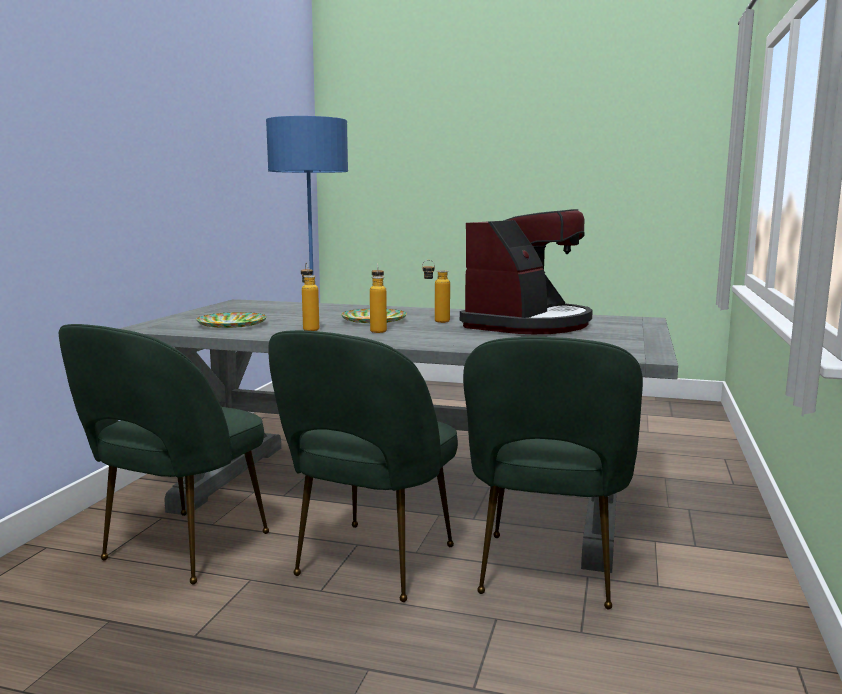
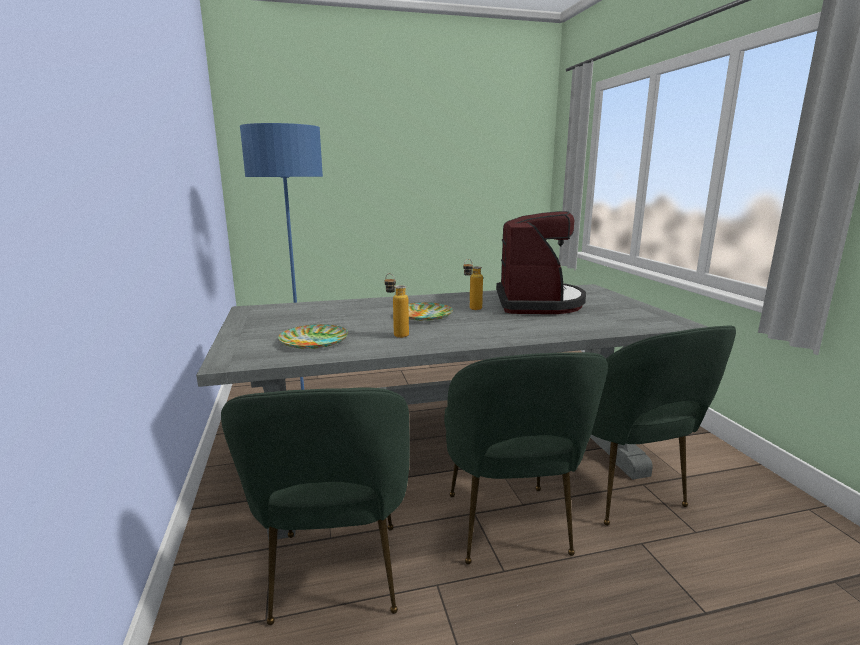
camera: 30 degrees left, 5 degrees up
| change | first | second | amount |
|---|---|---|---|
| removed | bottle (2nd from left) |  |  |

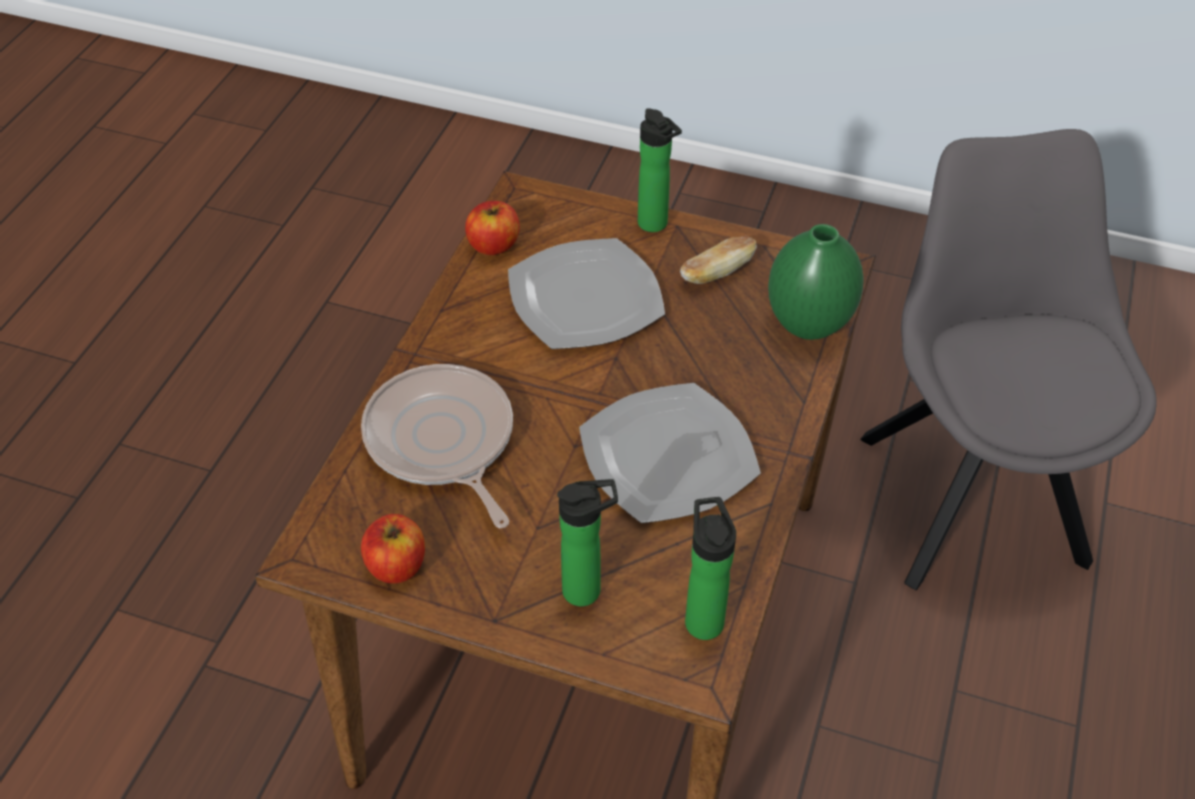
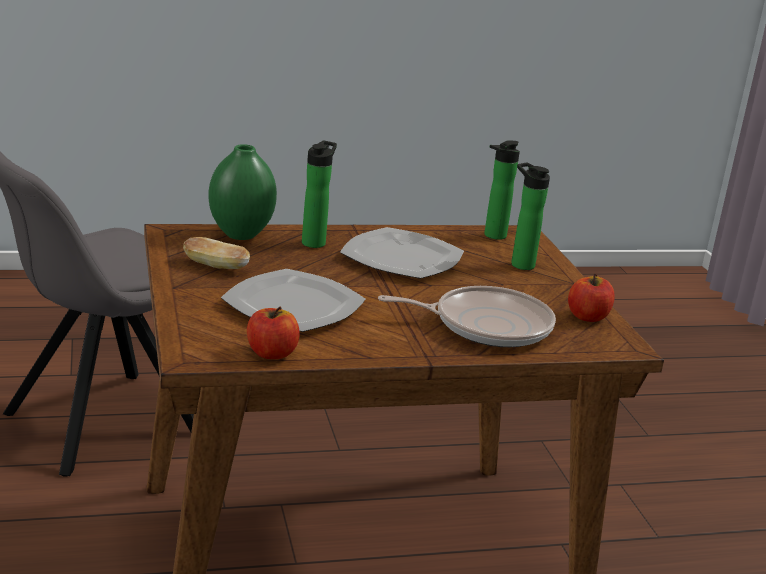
camera: 125 degrees left, 25 degrees down
| change | first | second | amount |
|---|---|---|---|
| moved | bottle (2nd from left in the first image) | bottle (1st from left) |  |
| turned | frying_pan |  | 120 degrees counterclockwise |

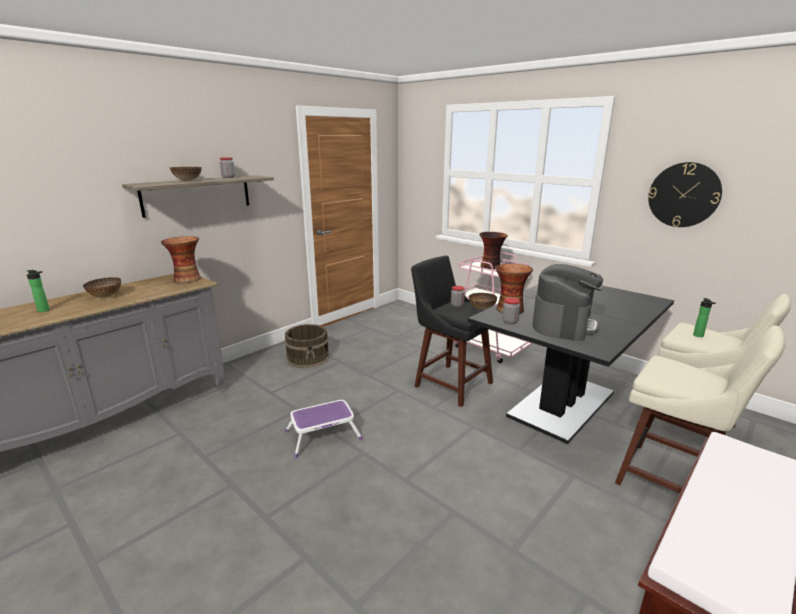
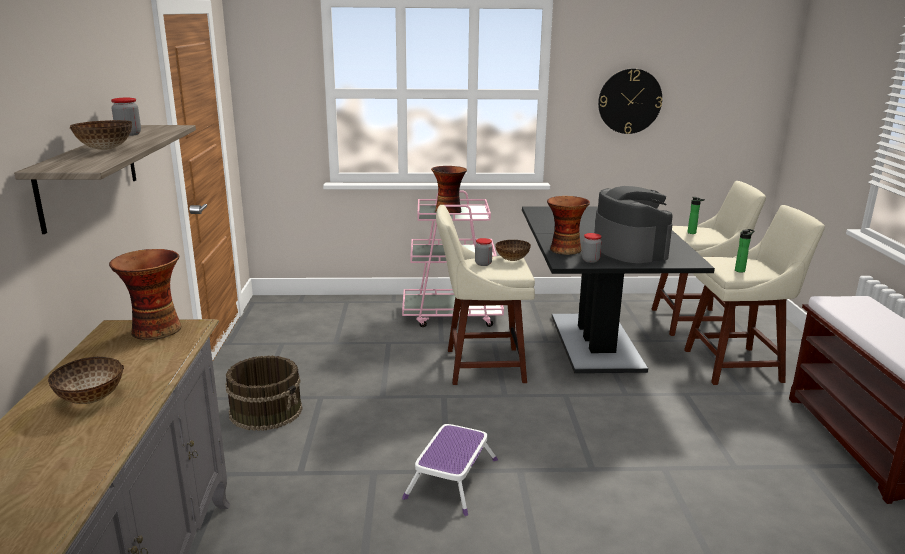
camera: 45 degrees left, 0 degrees up
| change | first | second | amount |
|---|---|---|---|
| moved | bottle (1st from left in the first image) | bottle (2nd from left) |  |
| recoloured | black_stool | beige_stool (1st from left) |  |

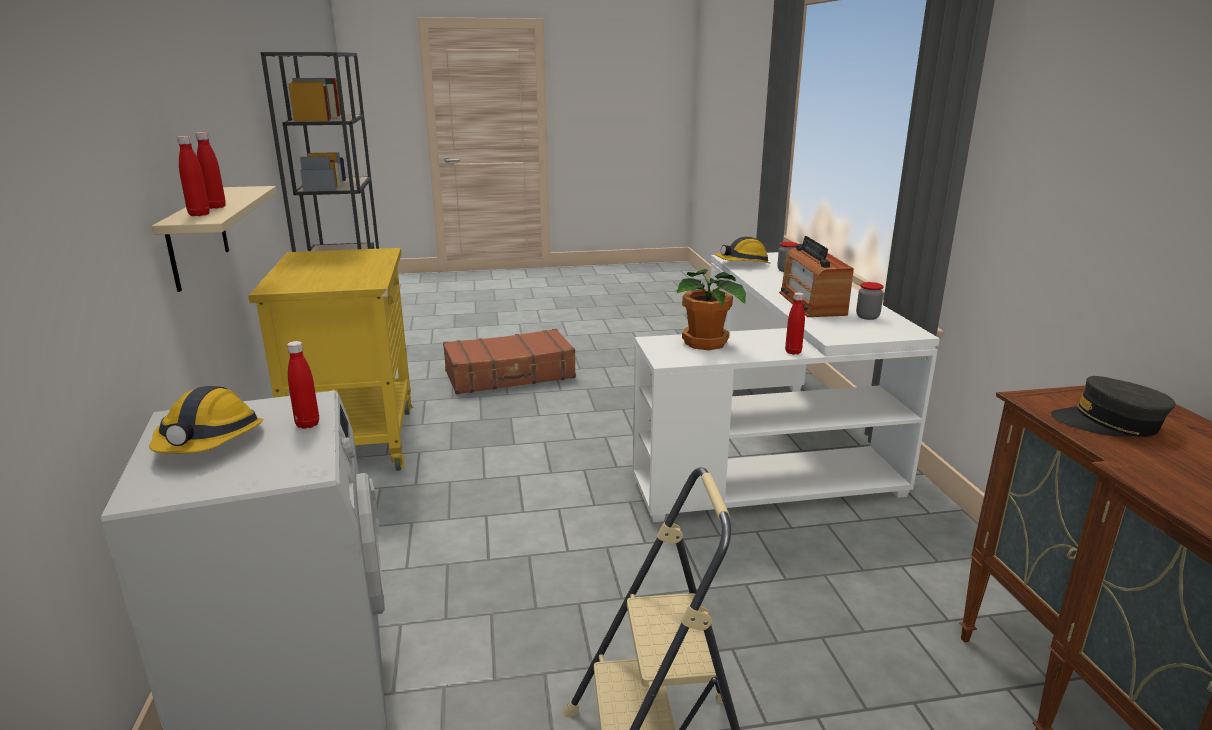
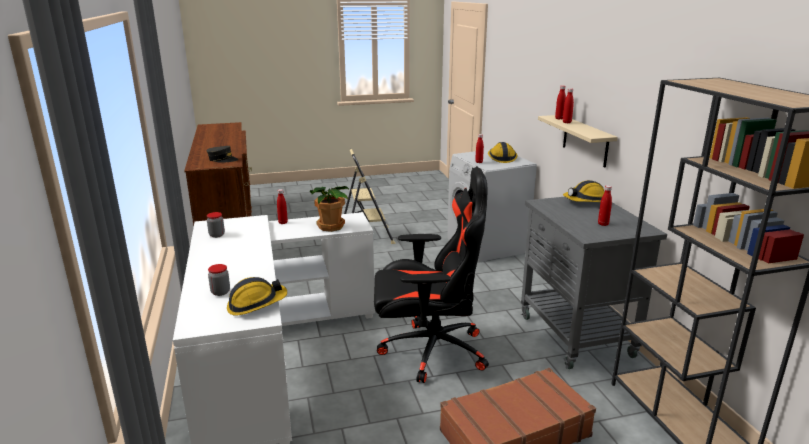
camera: 175 degrees right, 0 degrees up
| change | first | second | amount |
|---|---|---|---|
| removed | radio |  |  |
| added |  | black_office_chair |  |
| added |  | hard_hat (3rd from left) |  |
| added |  | red_bottle (5th from left) |  |
| recoloured | yellow_cart | grey_cart |  |

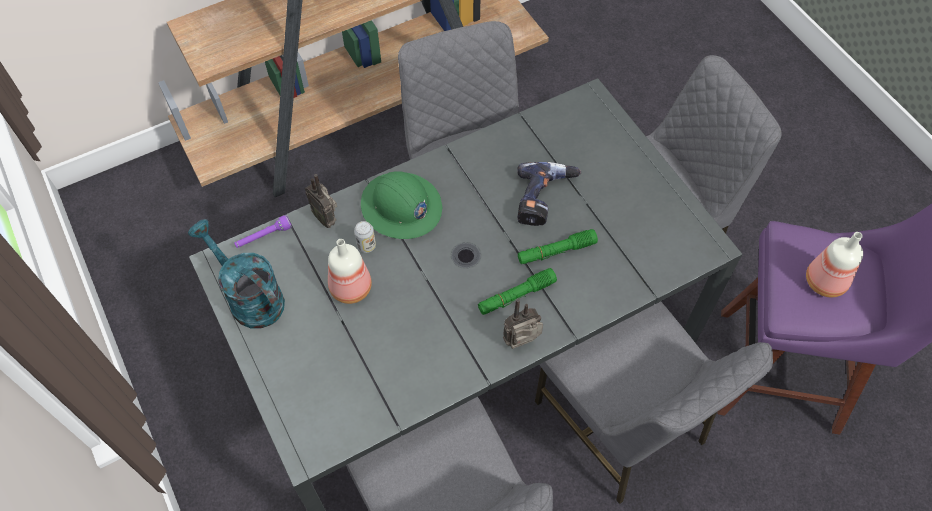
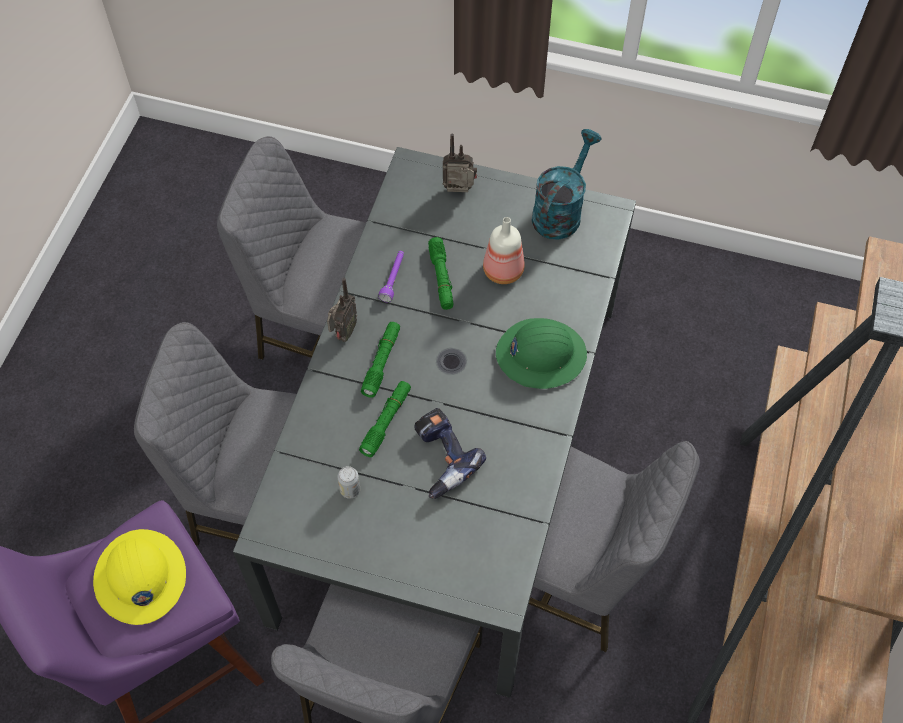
camera: 135 degrees right, 0 degrees up
| change | first | second | amount |
|---|---|---|---|
| added |  | green_flashlight (3rd from left) |  |
| moved | purple_flashlight |  |  |
| moved | radio (1st from left in the first image) | radio (2nd from left) |  |
| moved | can |  |  |
| replaced | bottle (2nd from left) | yellow_hard_hat |  |
| turned | turquoise_watering_can |  | 60 degrees counterclockwise |

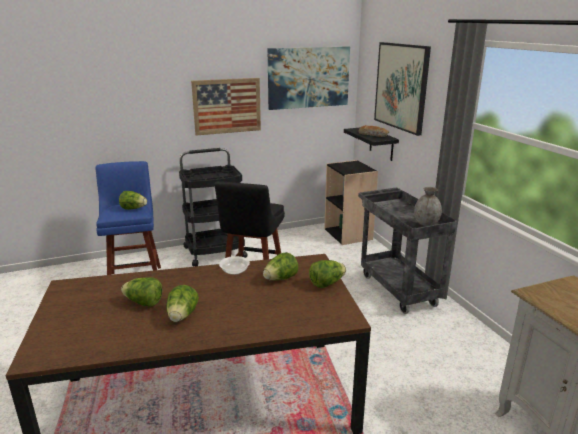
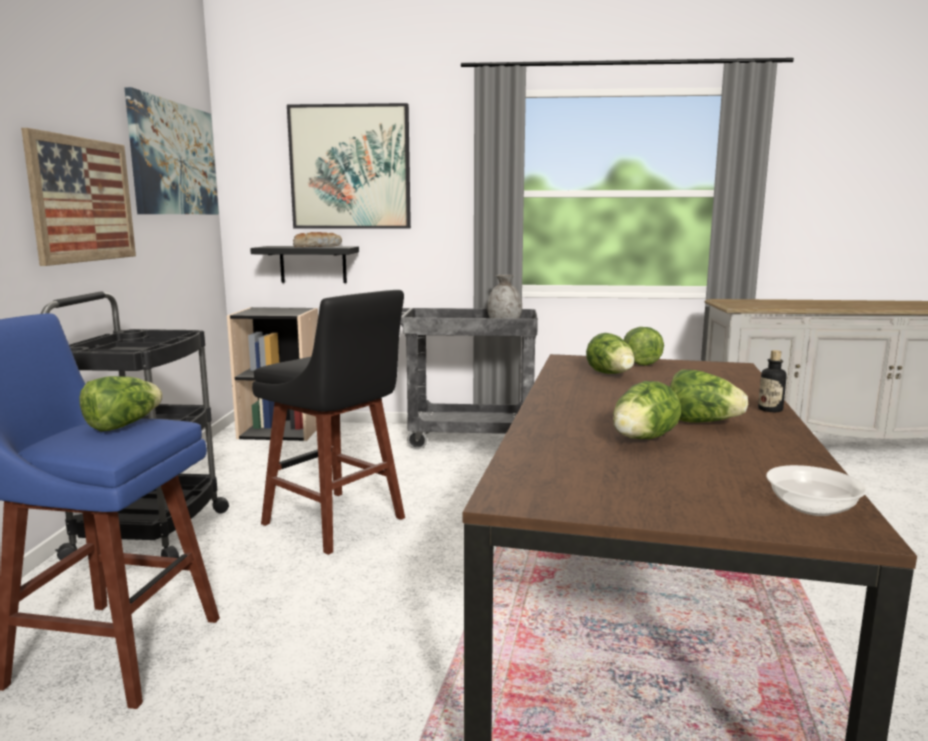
camera: 65 degrees left, 10 degrees down
| change | first | second | amount |
|---|---|---|---|
| added |  | bottle |  |
| moved | bowl |  |  |

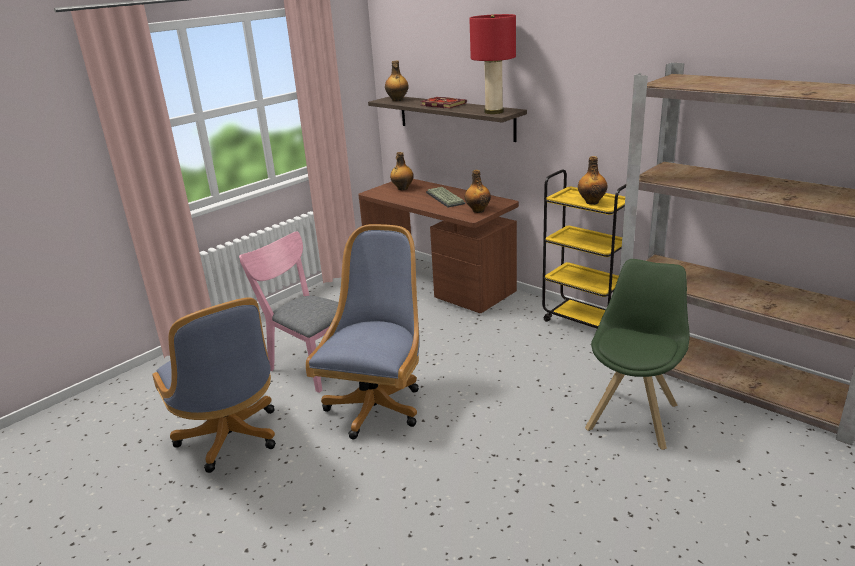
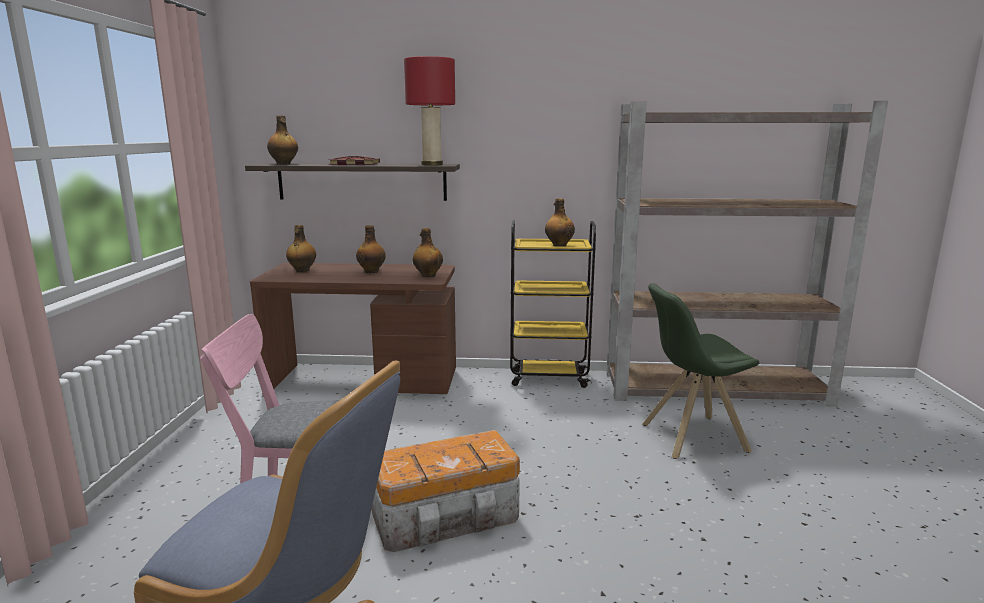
camera: 40 degrees left, 10 degrees down
| change | first | second | amount |
|---|---|---|---|
| replaced | blue_office_chair (2nd from left) | storage_box |  |
| replaced | keyboard | bottle (3rd from left) |  |
| turned | green_chair |  | 90 degrees counterclockwise |

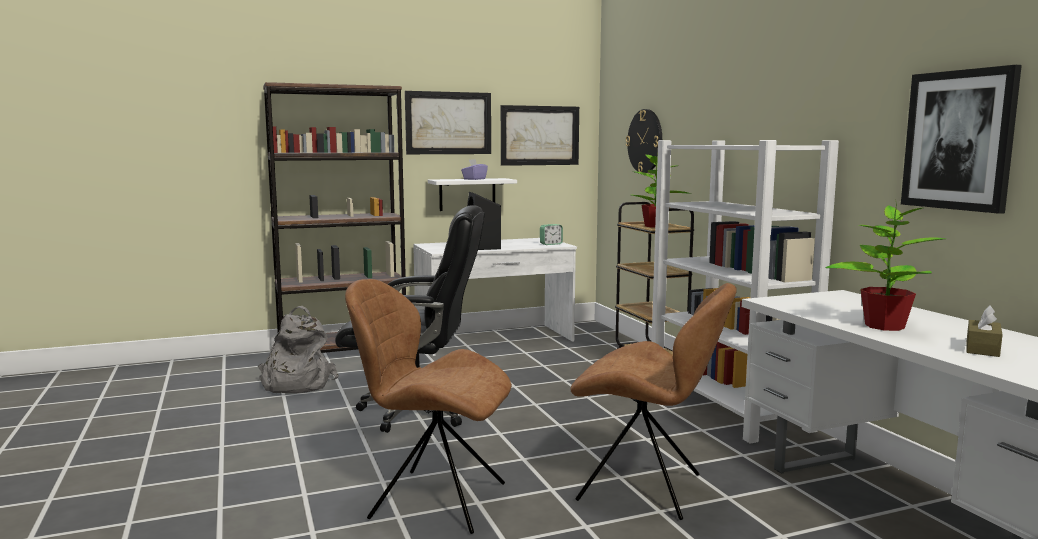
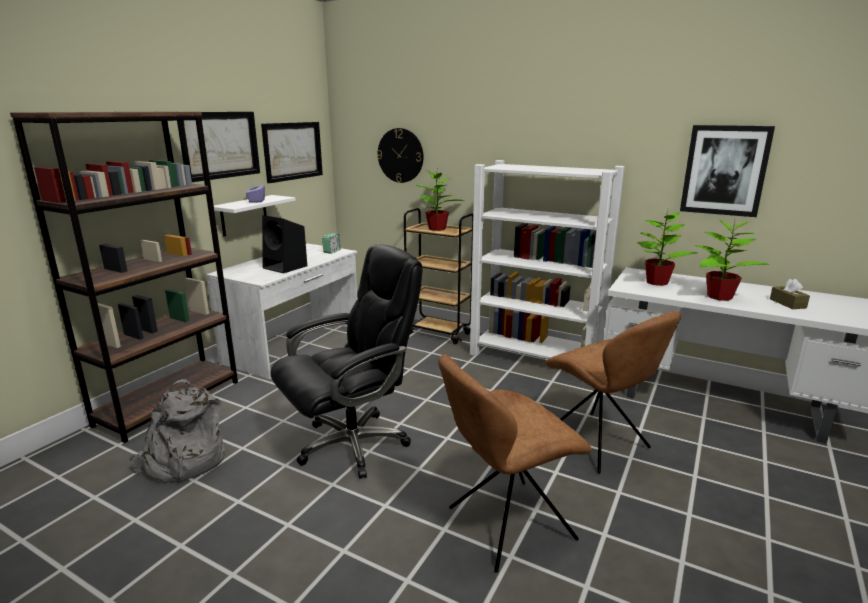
camera: 40 degrees left, 10 degrees up
| change | first | second | amount |
|---|---|---|---|
| added |  | potted_plant (2nd from left) |  |
| turned | brown_chair (2nd from left) |  | 75 degrees clockwise |

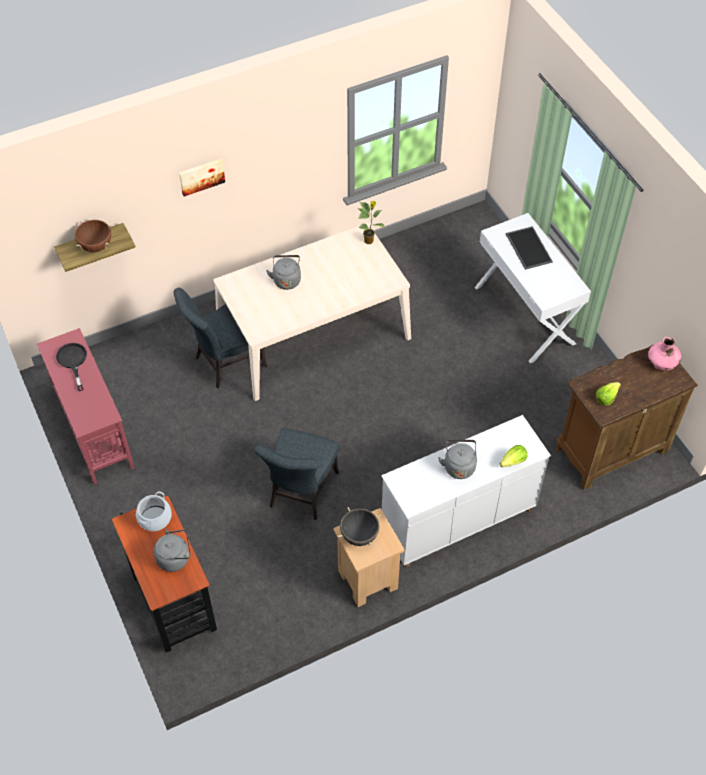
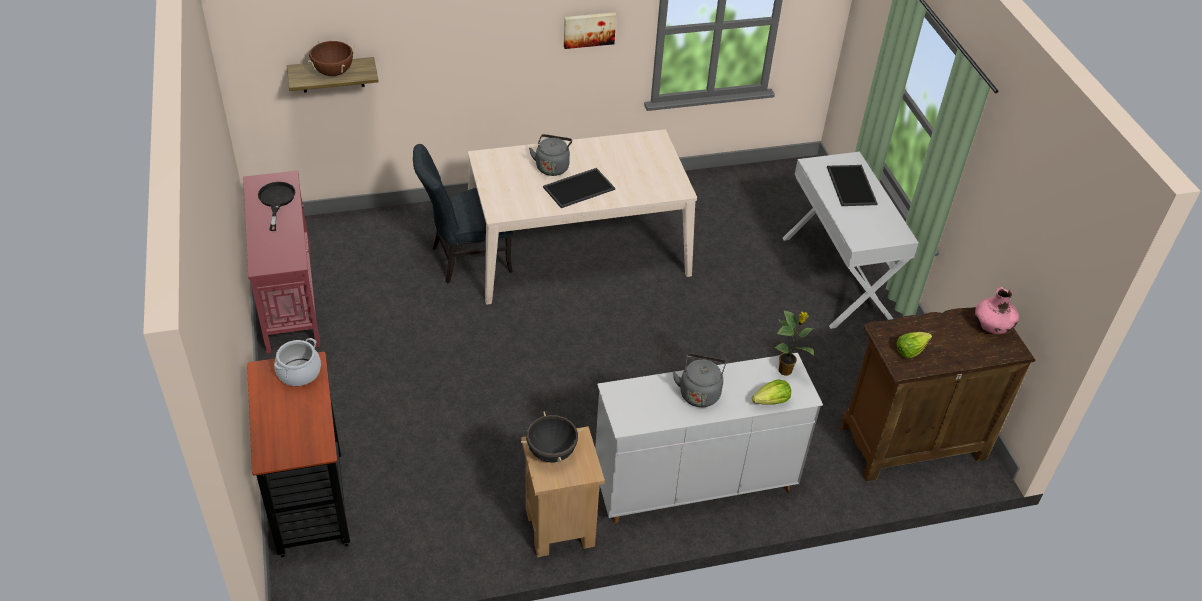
camera: 10 degrees right, 10 degrees down
| change | first | second | amount |
|---|---|---|---|
| removed | grey_kettle (1st from left) |  |  |
| removed | grey_chair (2nd from left) |  |  |
| added |  | tray (1st from left) |  |
| moved | picture |  |  |
| moved | potted_plant |  |  |

